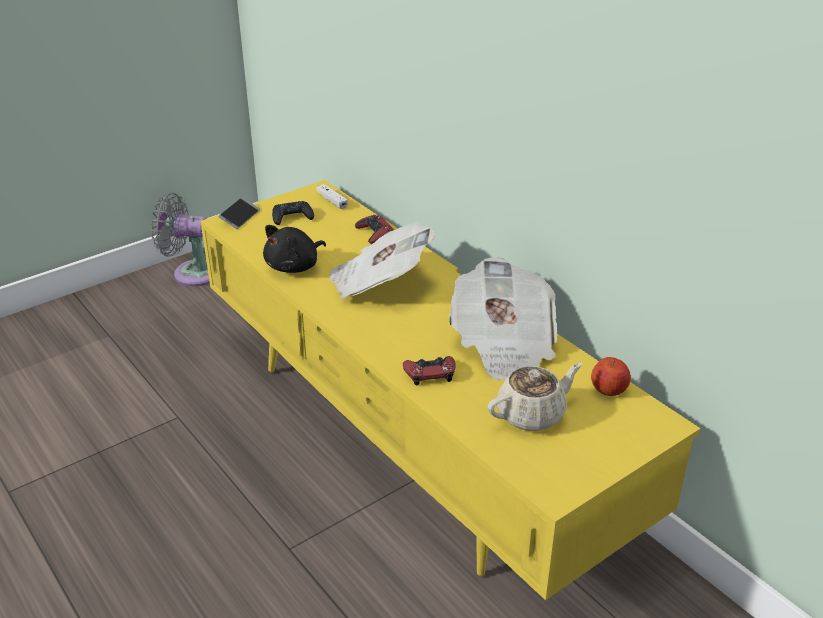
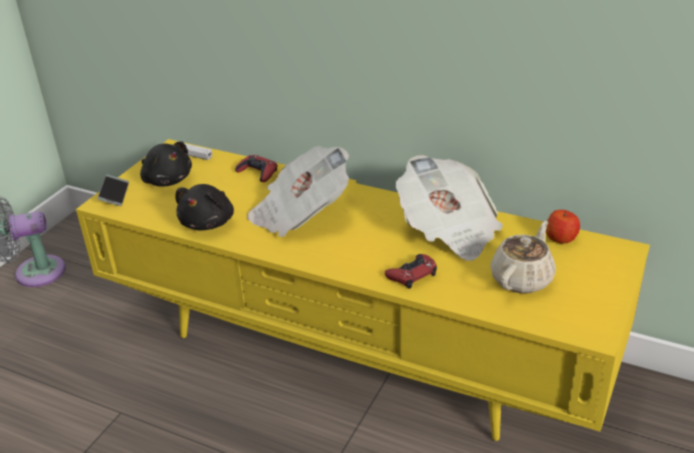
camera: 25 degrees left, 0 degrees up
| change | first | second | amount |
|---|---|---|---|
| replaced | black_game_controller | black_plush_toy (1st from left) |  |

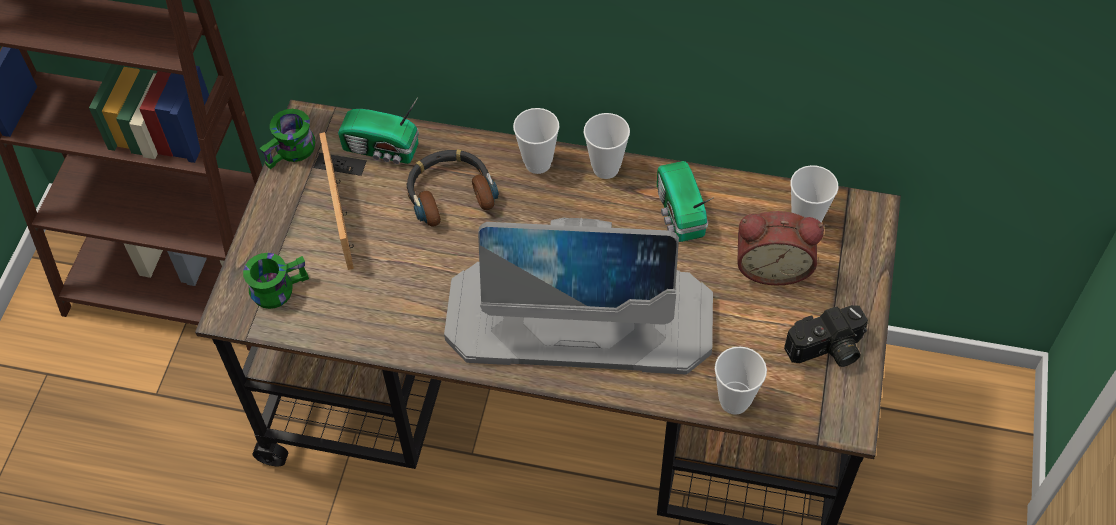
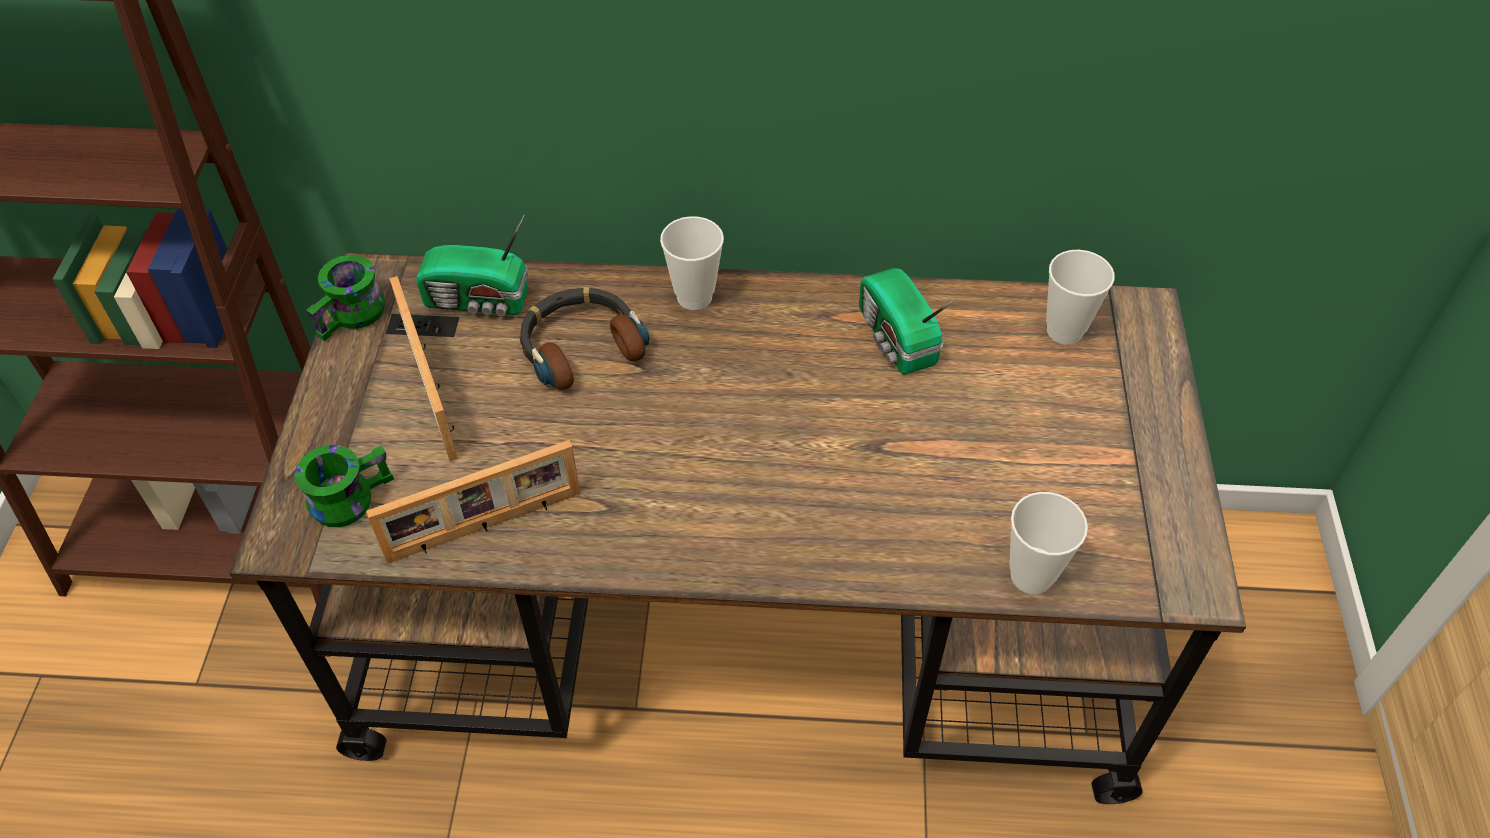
camera: 10 degrees left, 5 degrees down
| change | first | second | amount |
|---|---|---|---|
| removed | monitor |  |  |
| removed | cup (2nd from left) |  |  |
| removed | alarm_clock |  |  |
| removed | photo_camera |  |  |
| added |  | picture_frame (2nd from left) |  |

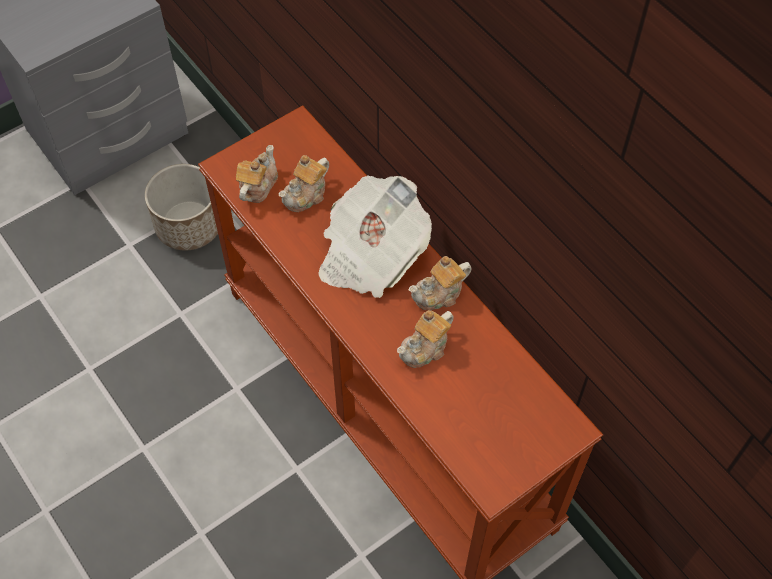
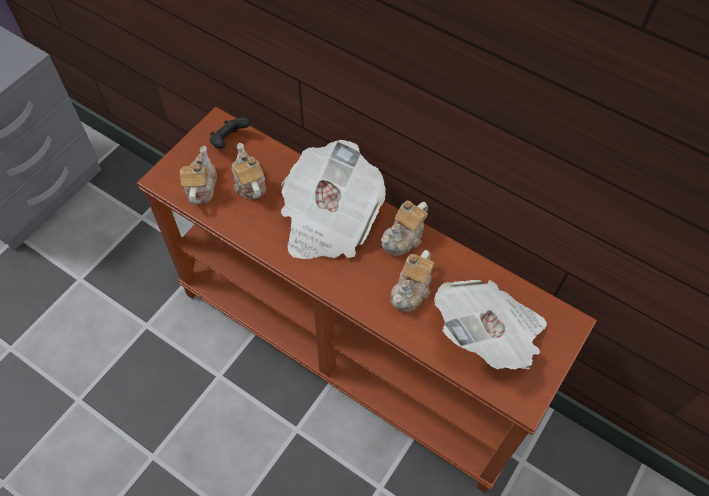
camera: 20 degrees left, 0 degrees up
| change | first | second | amount |
|---|---|---|---|
| removed | planter |  |  |
| added |  | black_game_controller |  |
| added |  | newspaper (2nd from left) |  |
| turned | teapot (2nd from left) |  | 135 degrees clockwise |

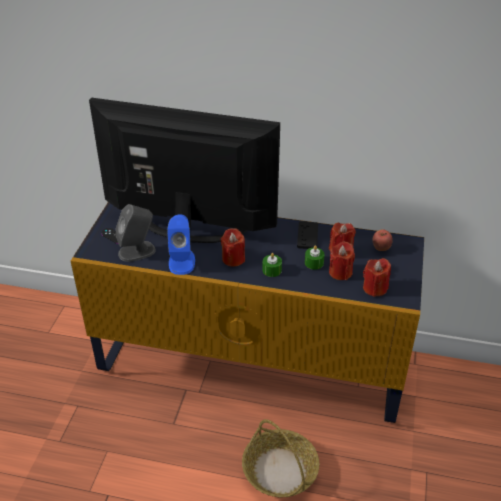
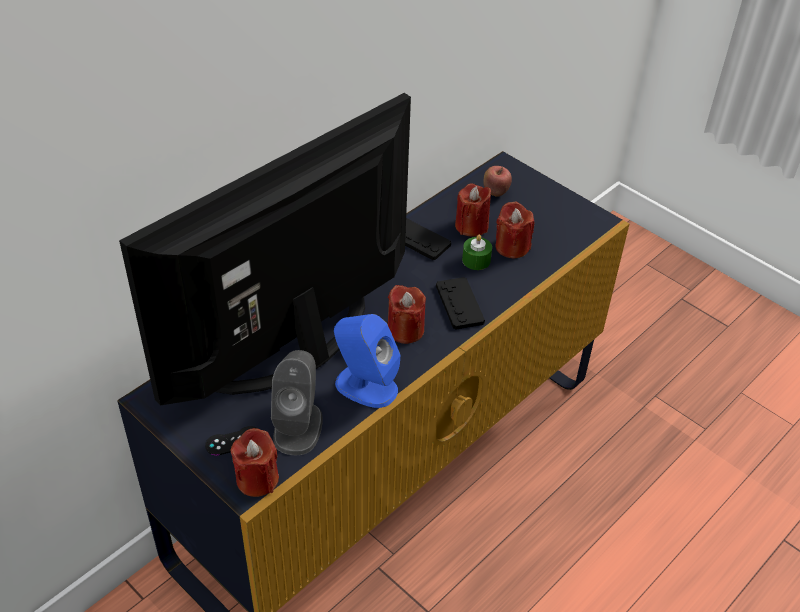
camera: 60 degrees left, 5 degrees up
| change | first | second | amount |
|---|---|---|---|
| removed | basket |  |  |
| moved | red_candle (4th from left in the first image) | red_candle (1st from left) |  |
| replaced | green_candle (1st from left) | black_game_controller (3rd from left) |  |

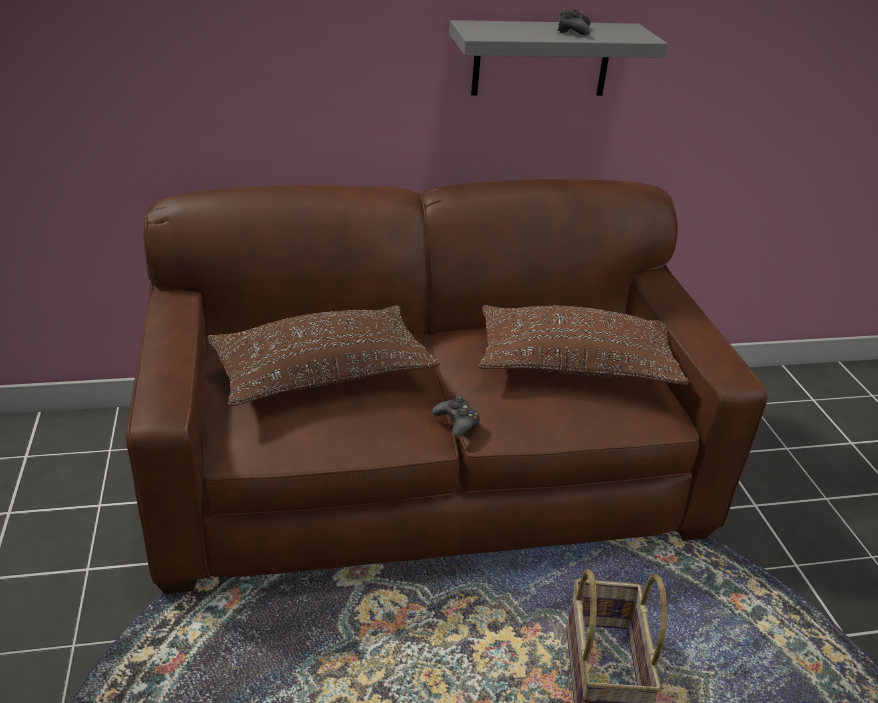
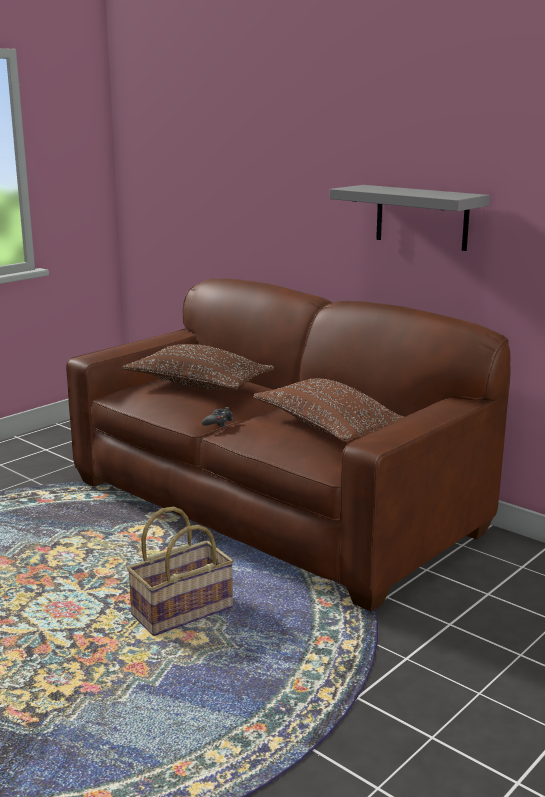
camera: 55 degrees right, 15 degrees down
| change | first | second | amount |
|---|---|---|---|
| removed | black_game_controller (2nd from left) |  |  |

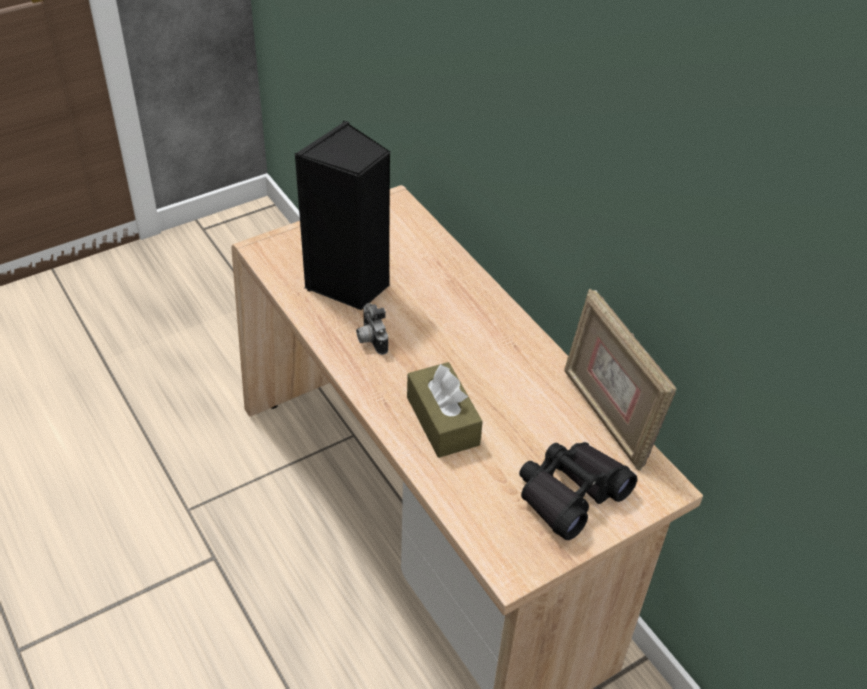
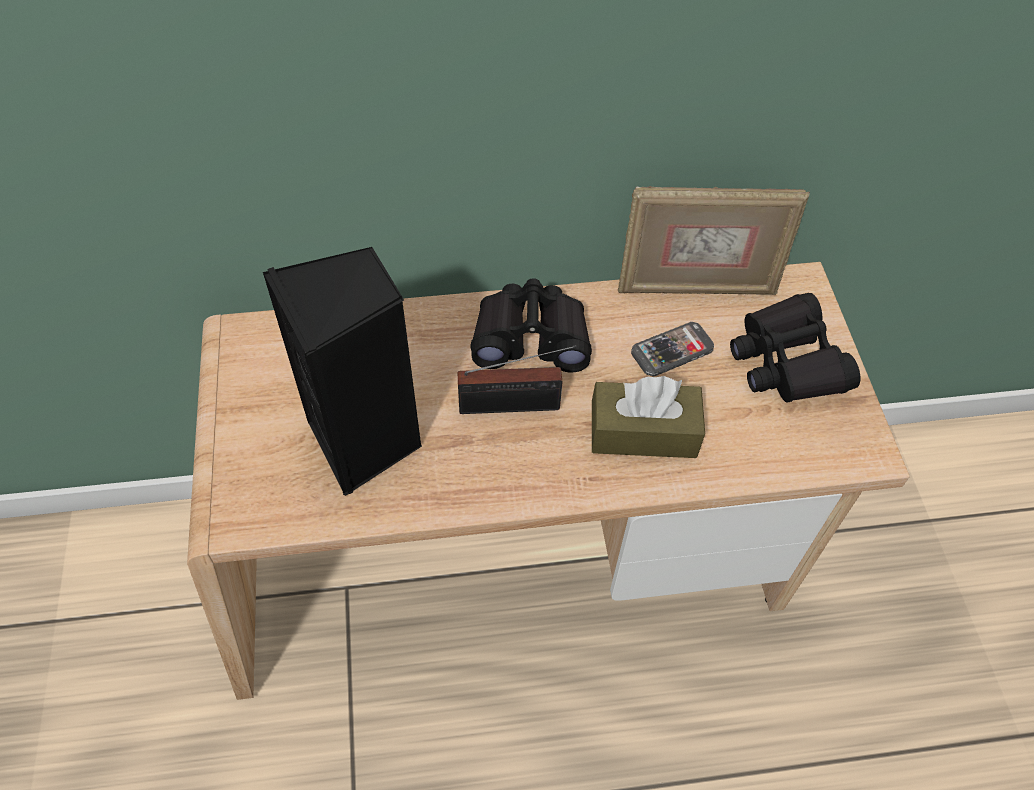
camera: 65 degrees left, 10 degrees up
| change | first | second | amount |
|---|---|---|---|
| removed | photo_camera |  |  |
| added |  | radio |  |
| added |  | black_binoculars (1st from left) |  |
| added |  | phone |  |

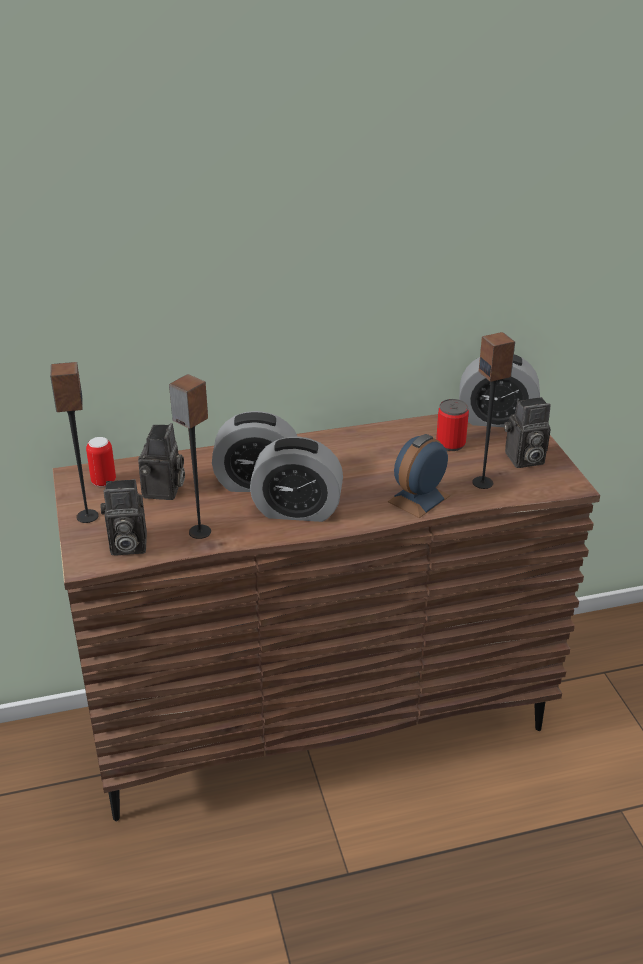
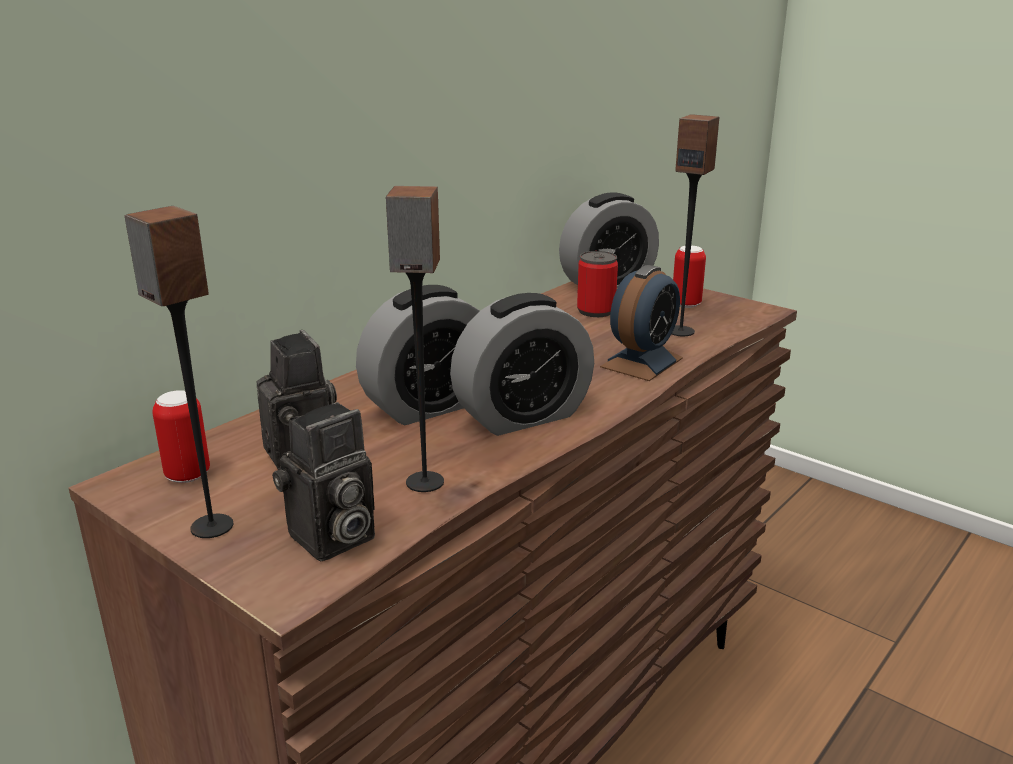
camera: 35 degrees left, 10 degrees down
| change | first | second | amount |
|---|---|---|---|
| replaced | photo_camera (3rd from left) | can (3rd from left) |  |
| turned | alarm_clock (3rd from left in the first image) | alarm_clock (4th from left) | 150 degrees counterclockwise |

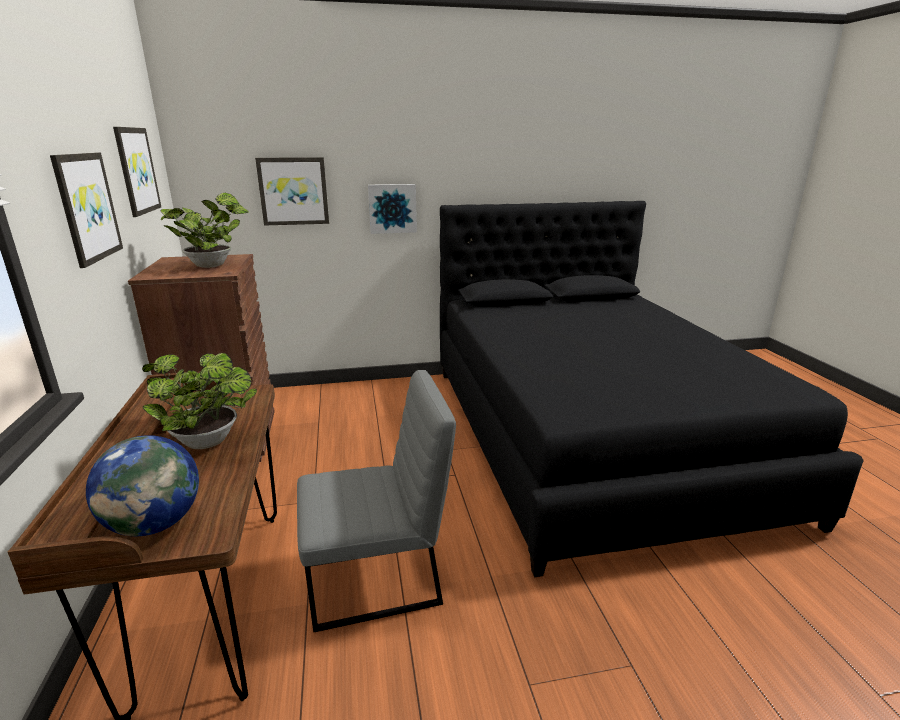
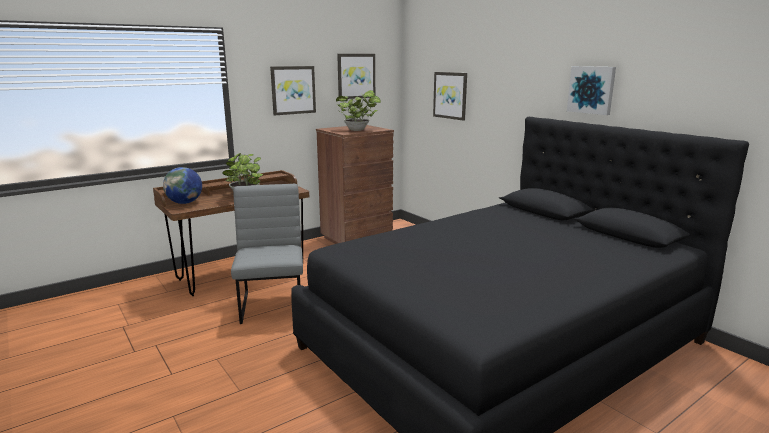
camera: 65 degrees right, 5 degrees down
| change | first | second | amount |
|---|---|---|---|
| moved | picture (4th from left) |  |  |
| turned | grey_chair |  | 150 degrees counterclockwise |

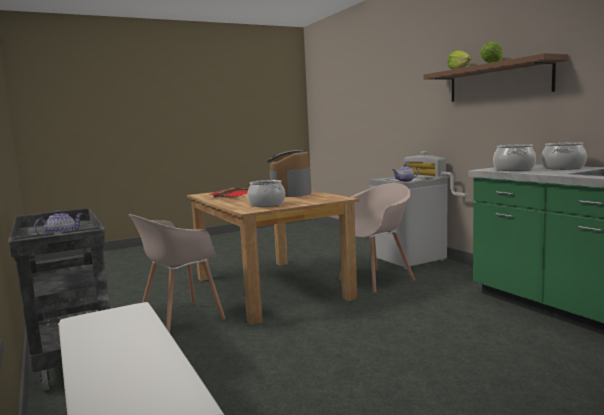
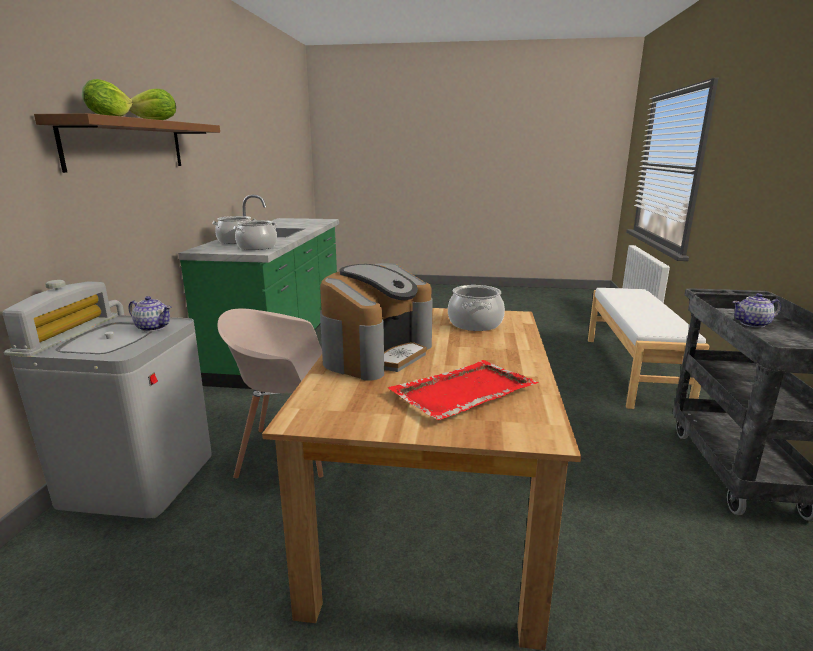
camera: 145 degrees left, 10 degrees up
| change | first | second | amount |
|---|---|---|---|
| removed | beige_chair (1st from left) |  |  |

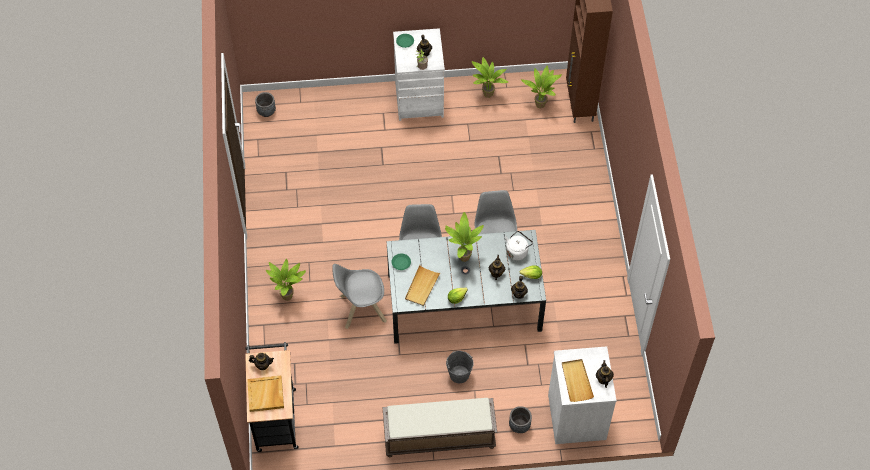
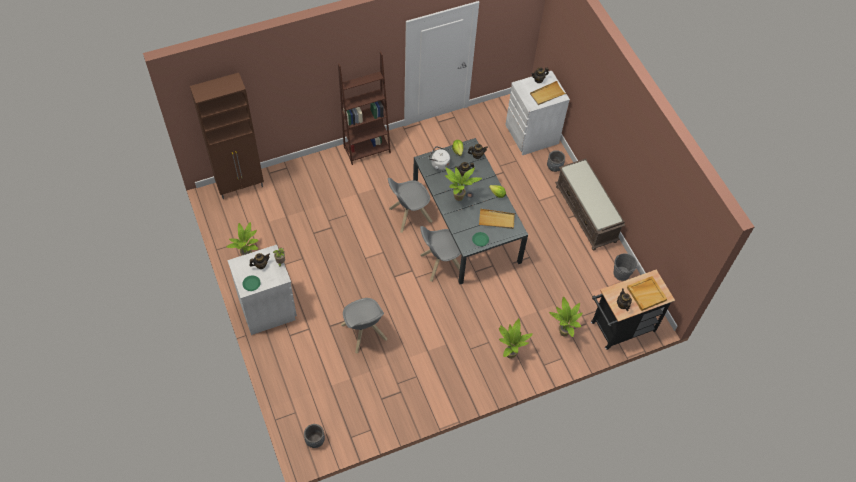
camera: 110 degrees left, 0 degrees up
| change | first | second | amount |
|---|---|---|---|
| added |  | brown_bookcase |  |
| moved | grey_chair (1st from left) |  |  |
| moved | grey_bucket |  |  |
| moved | potted_plant (5th from left) |  |  |

